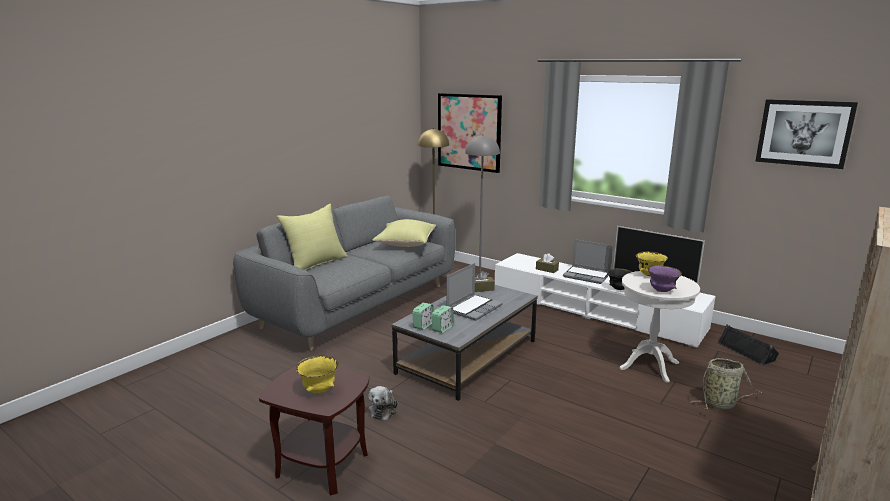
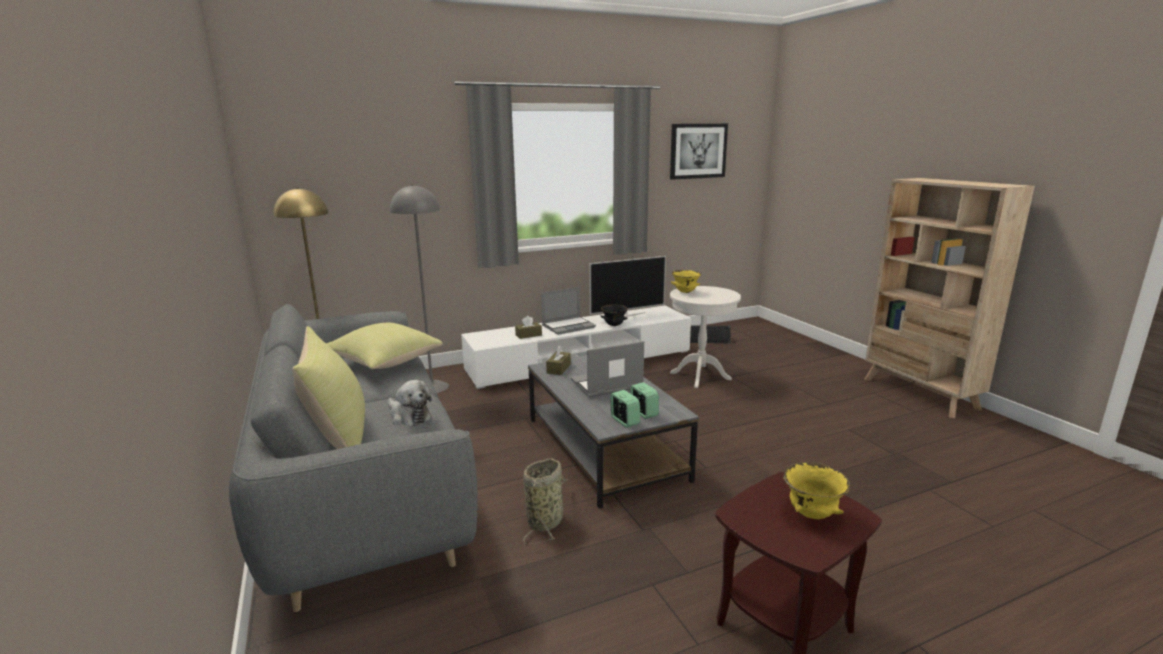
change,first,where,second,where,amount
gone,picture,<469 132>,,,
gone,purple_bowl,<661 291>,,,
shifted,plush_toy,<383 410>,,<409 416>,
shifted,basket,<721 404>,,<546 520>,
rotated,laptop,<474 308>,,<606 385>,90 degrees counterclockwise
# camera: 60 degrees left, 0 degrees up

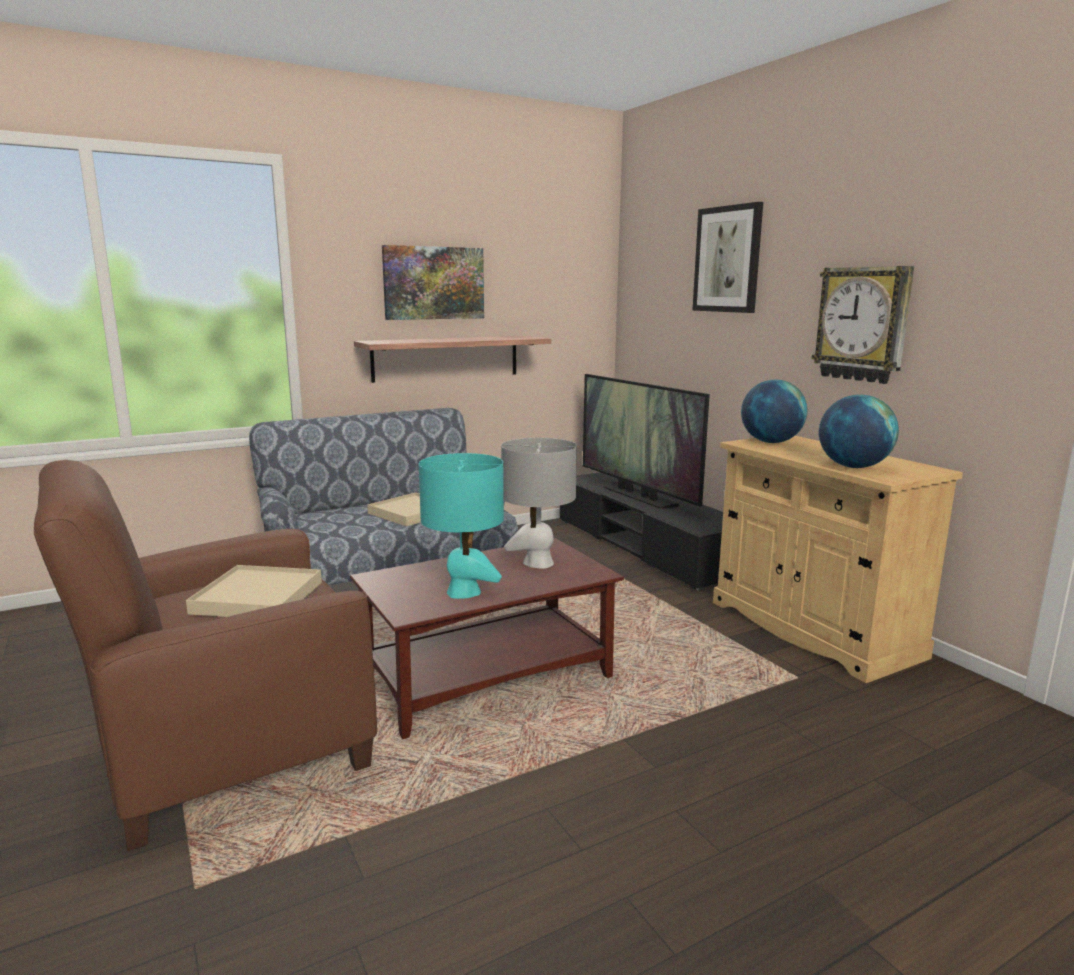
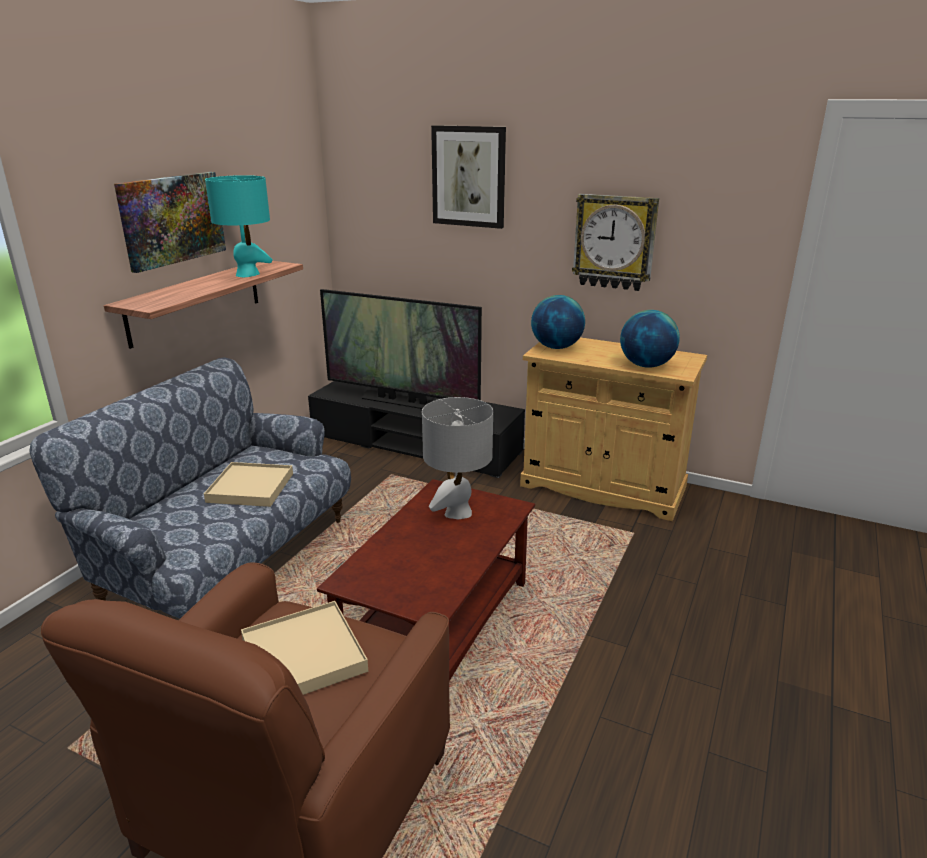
change,first,where,second,where,amount
shifted,turquoise_table_lamp,<464 592>,,<247 274>,
# camera: 35 degrees left, 10 degrees up

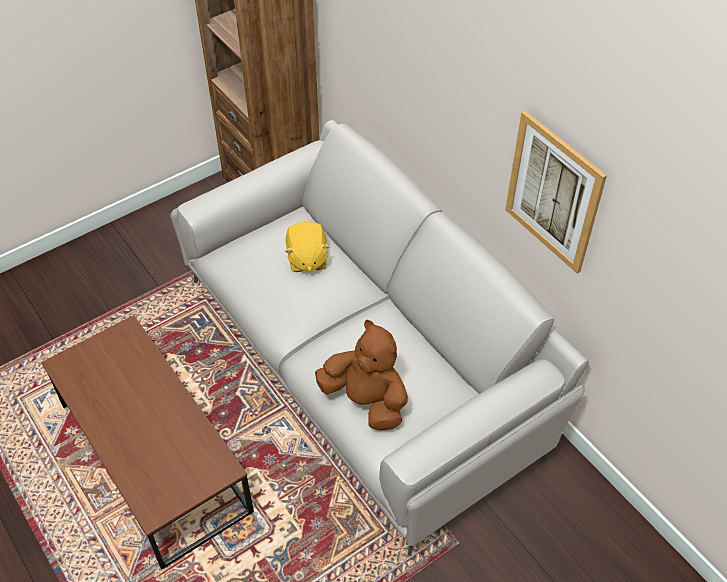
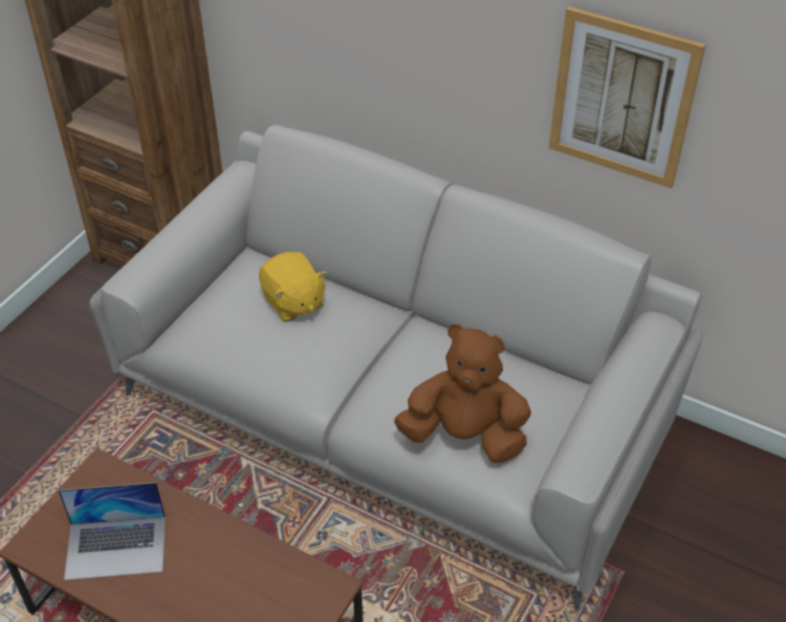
change,first,where,second,where,amount
new,,,laptop,<116 547>,
# camera: 25 degrees left, 5 degrees down

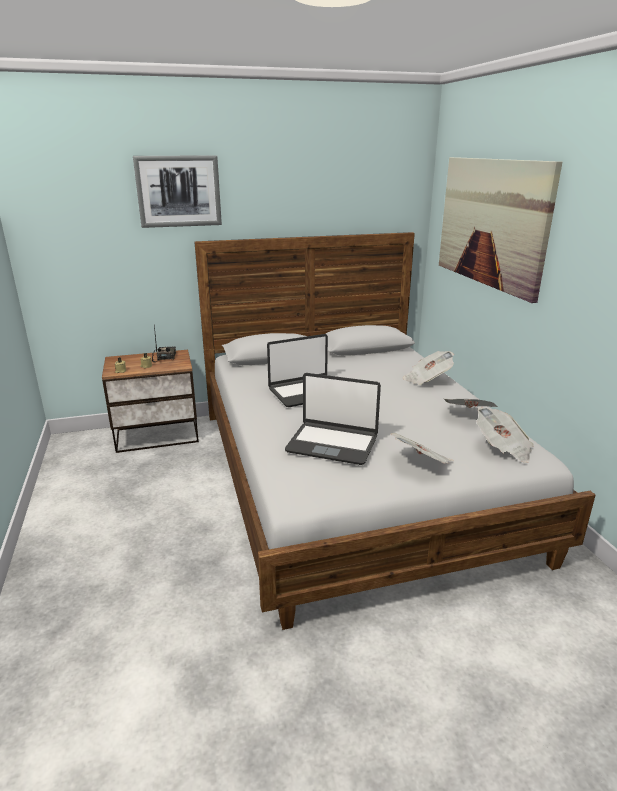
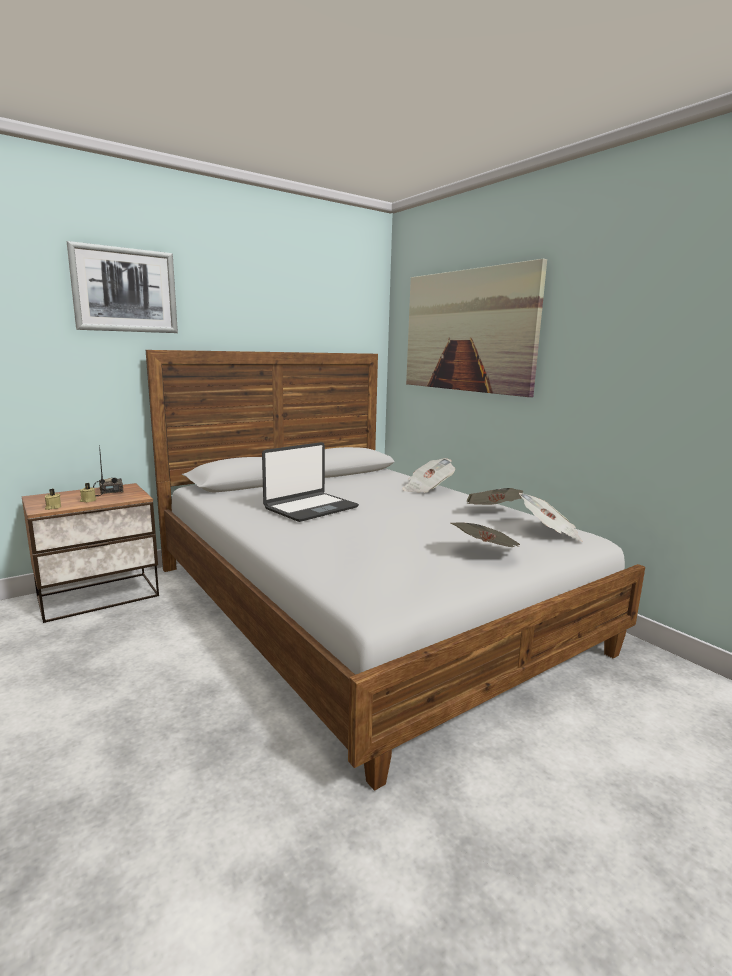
change,first,where,second,where,amount
gone,laptop,<332 444>,,,
# camera: 20 degrees left, 10 degrees down

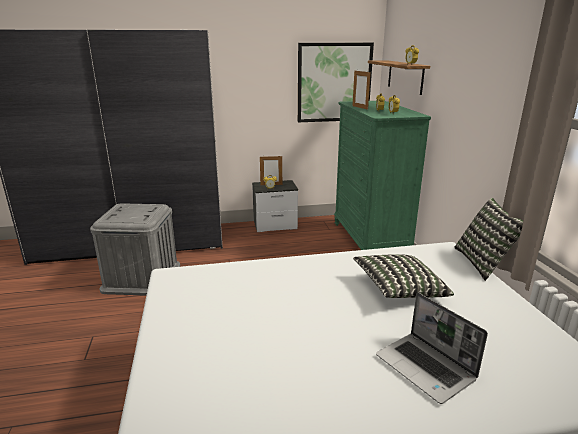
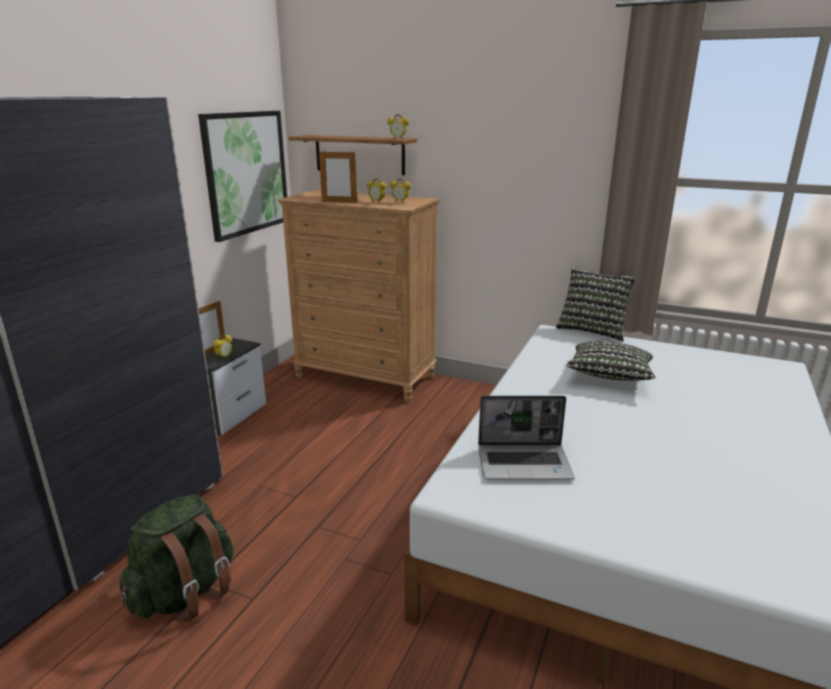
change,first,where,second,where,amount
shifted,laptop,<426 368>,,<525 463>,
swapped,grey_storage_box,<142 277>,green_backpack,<185 593>,
repainted,green_dresser,<369 241>,brown_dresser,<365 377>,
# camera: 55 degrees left, 0 degrees up

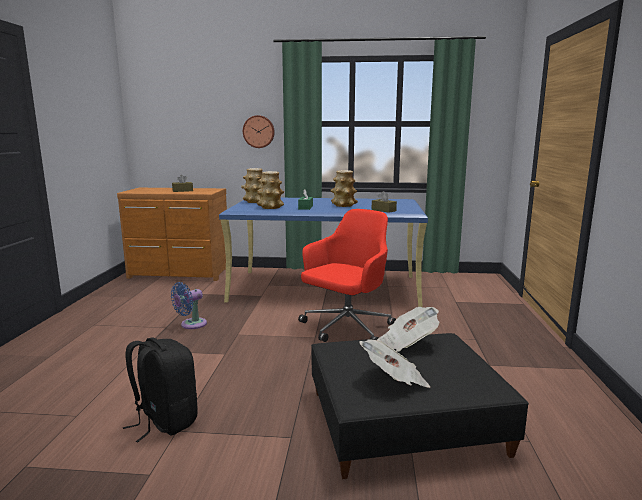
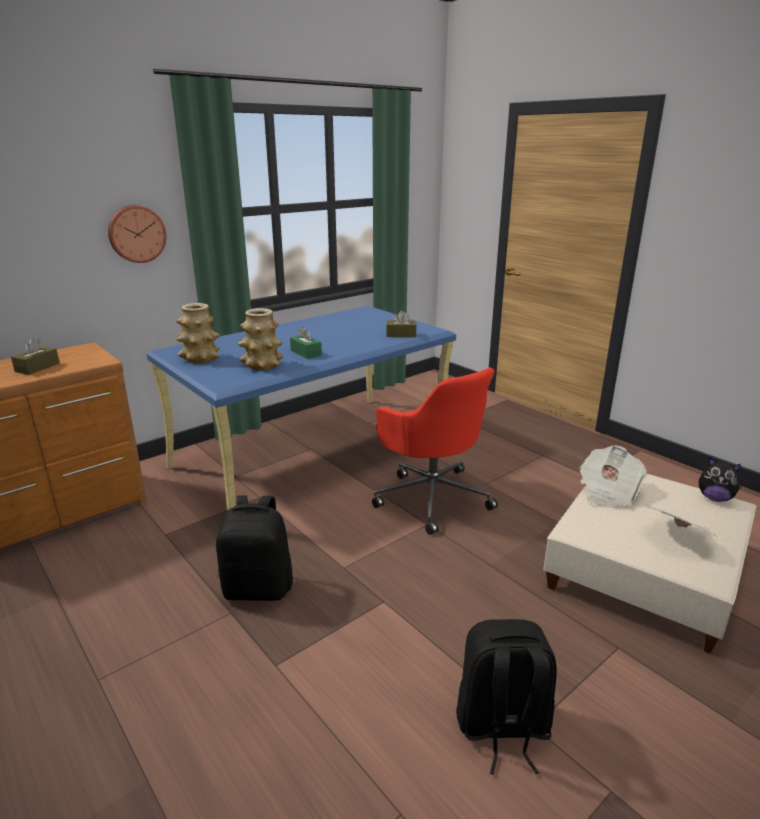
change,first,where,second,where,amount
gone,vase,<343 205>,,,
new,,,plush_toy,<714 498>,
swapped,blue_fan,<191 325>,black_backpack,<258 588>,
repainted,black_ottoman,<404 421>,beige_ottoman,<645 569>,
rotated,red_office_chair,<346 328>,,<431 496>,150 degrees clockwise
# camera: 45 degrees left, 10 degrees up

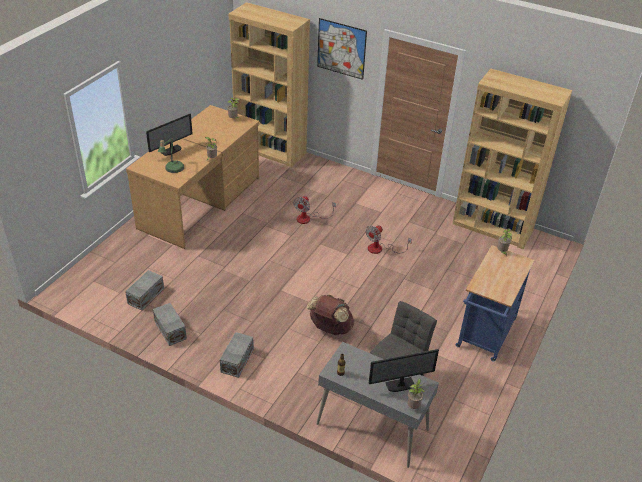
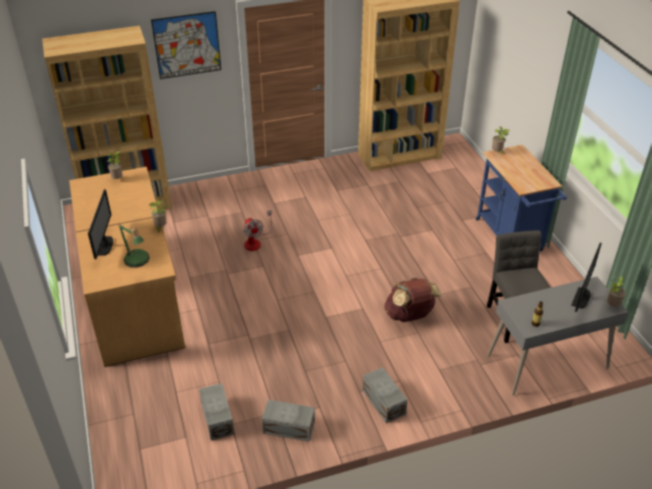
change,first,where,second,where,amount
gone,fan,<380 249>,,,
# camera: 45 degrees left, 0 degrees up

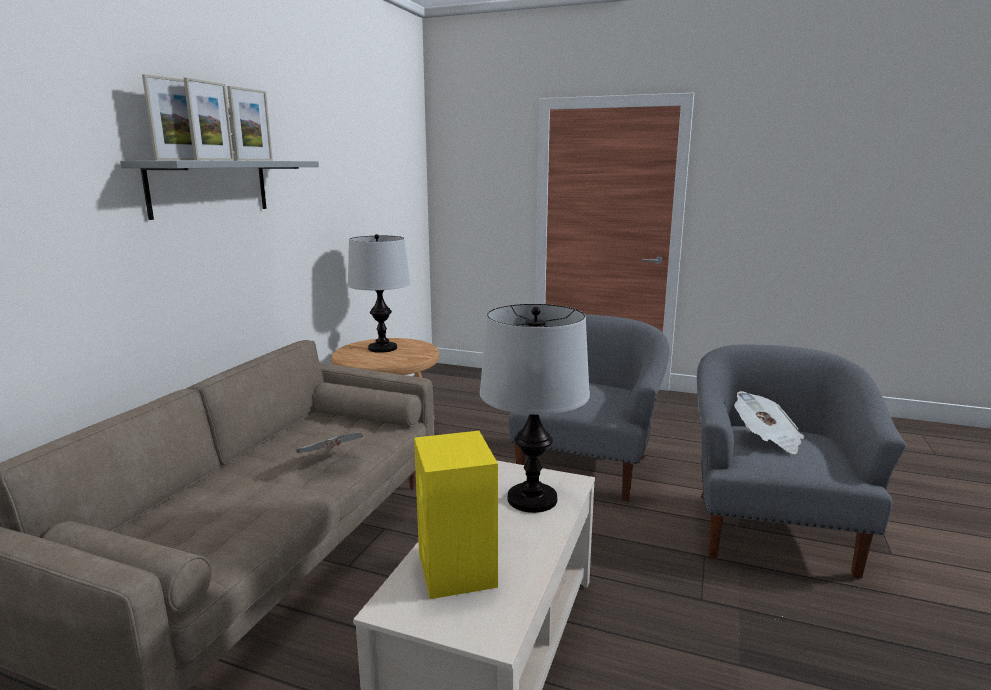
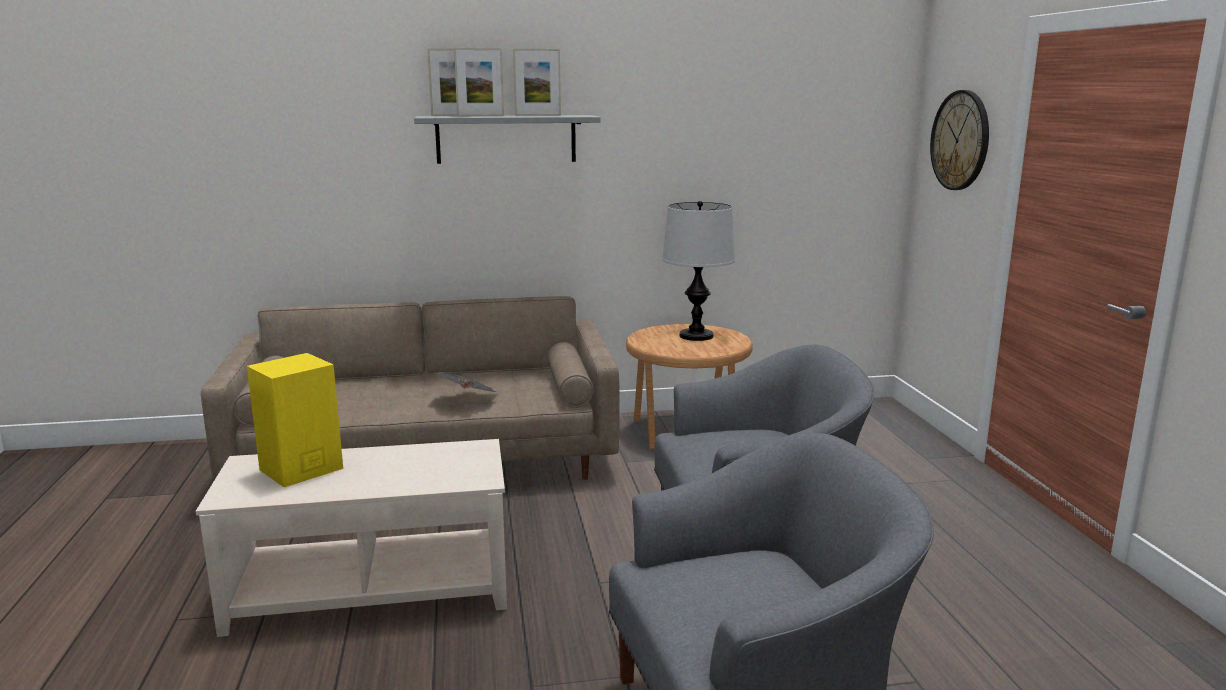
change,first,where,second,where,amount
gone,table_lamp,<531 499>,,,
gone,newspaper,<767 439>,,,
new,,,wall_clock,<960 140>,
# camera: 60 degrees right, 0 degrees up

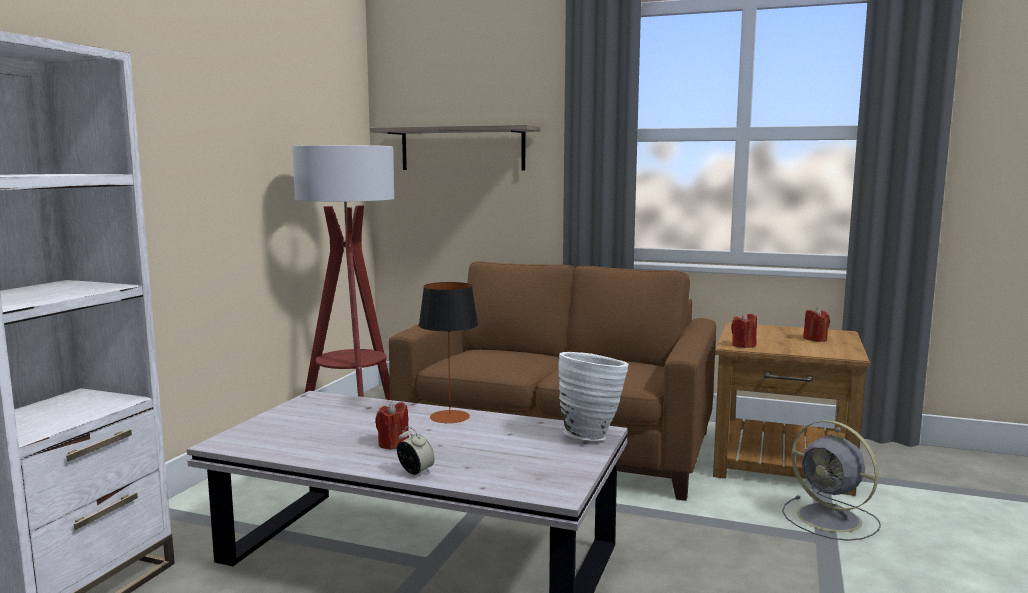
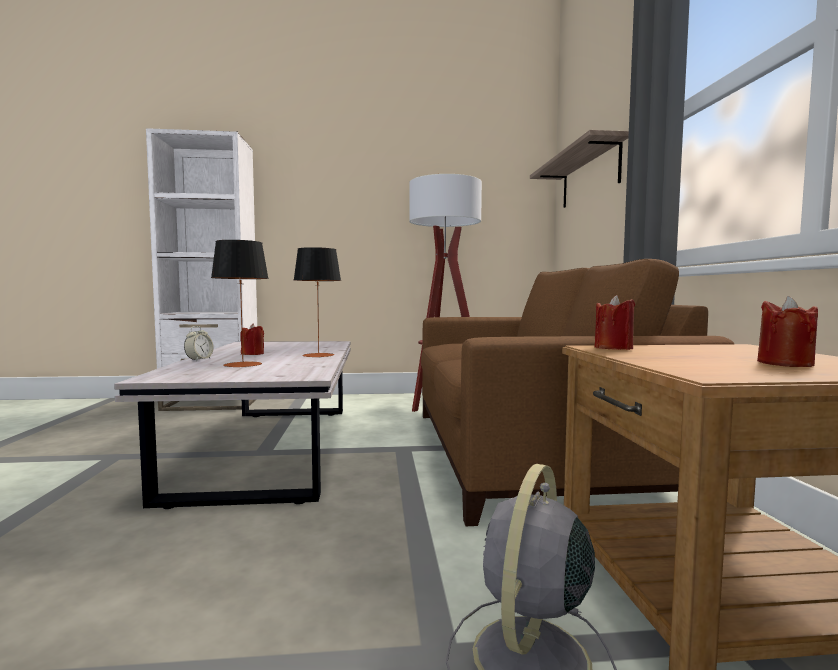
change,first,where,second,where,amount
gone,white_vase,<591 435>,,,
new,,,table_lamp,<243 364>,
# camera: 65 degrees right, 5 degrees down

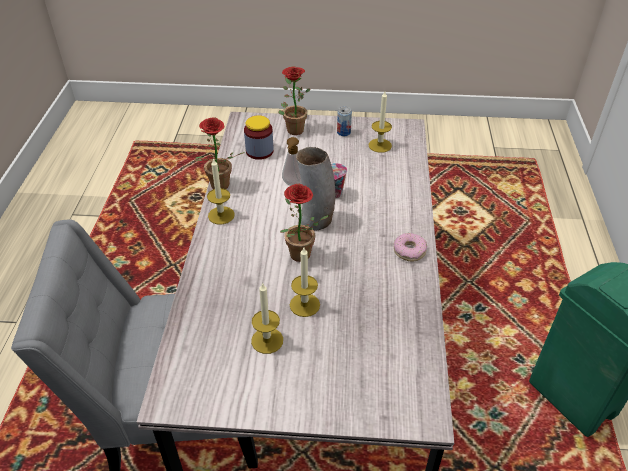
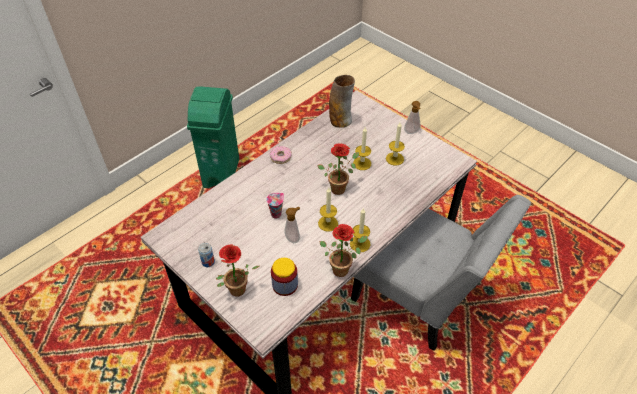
change,first,where,second,where,amount
new,,,soap_dispenser,<412 132>,
shifted,vase,<316 220>,,<340 120>,
shifted,candle,<380 145>,,<328 223>,
# camera: 140 degrees left, 5 degrees up

